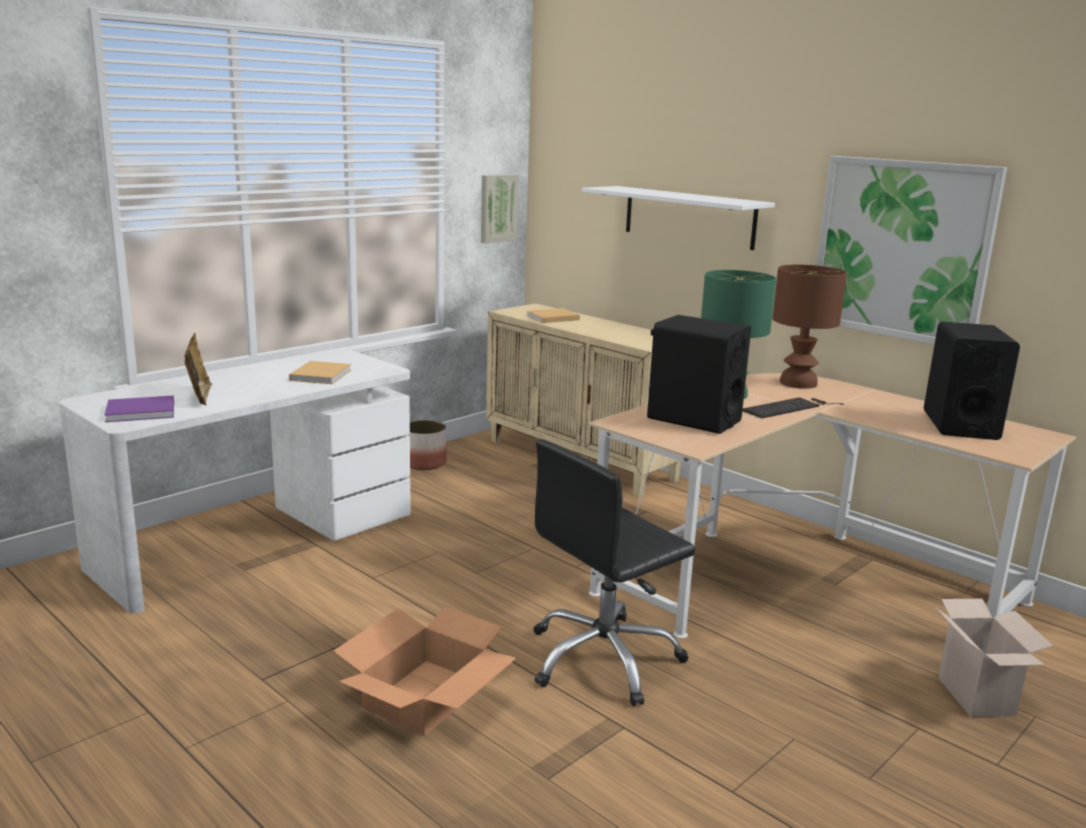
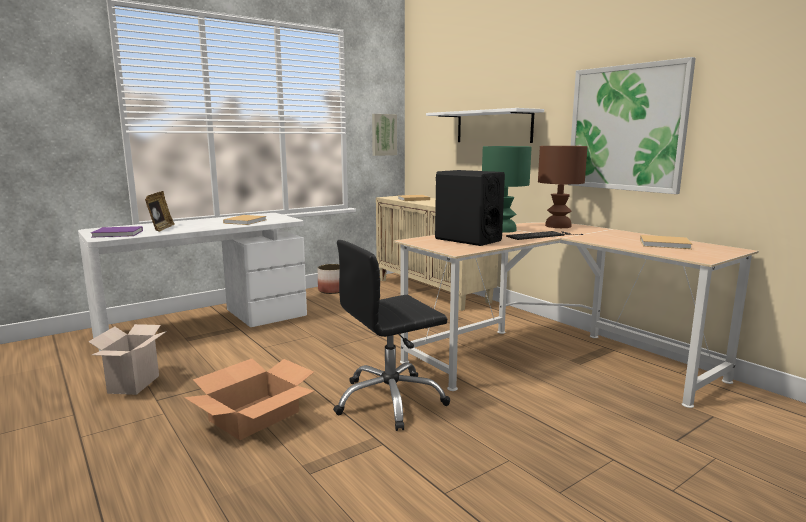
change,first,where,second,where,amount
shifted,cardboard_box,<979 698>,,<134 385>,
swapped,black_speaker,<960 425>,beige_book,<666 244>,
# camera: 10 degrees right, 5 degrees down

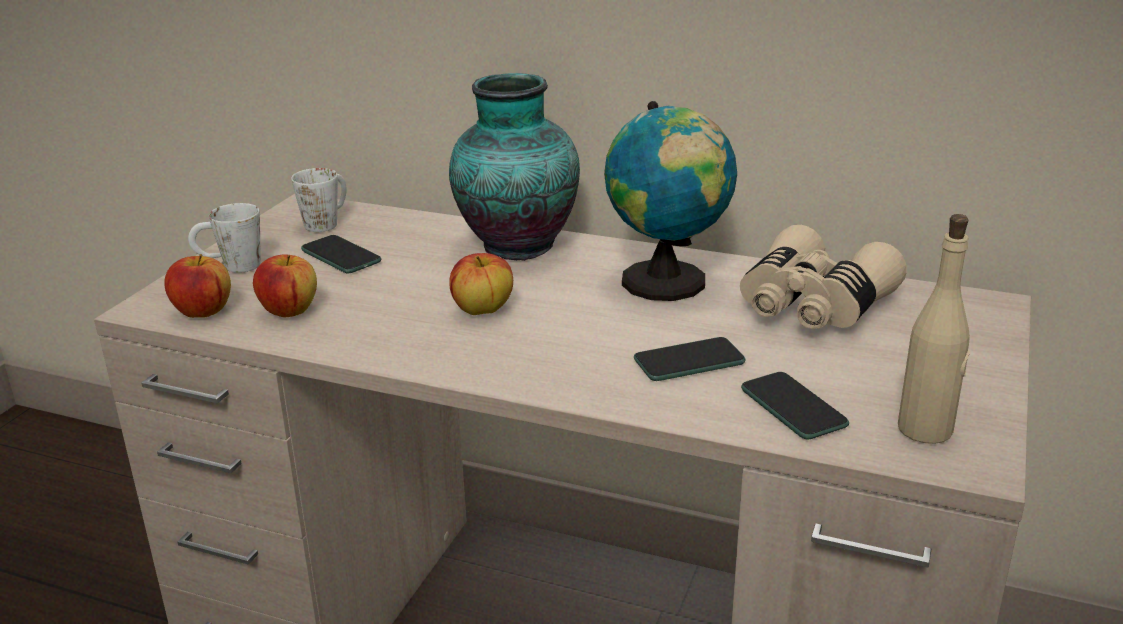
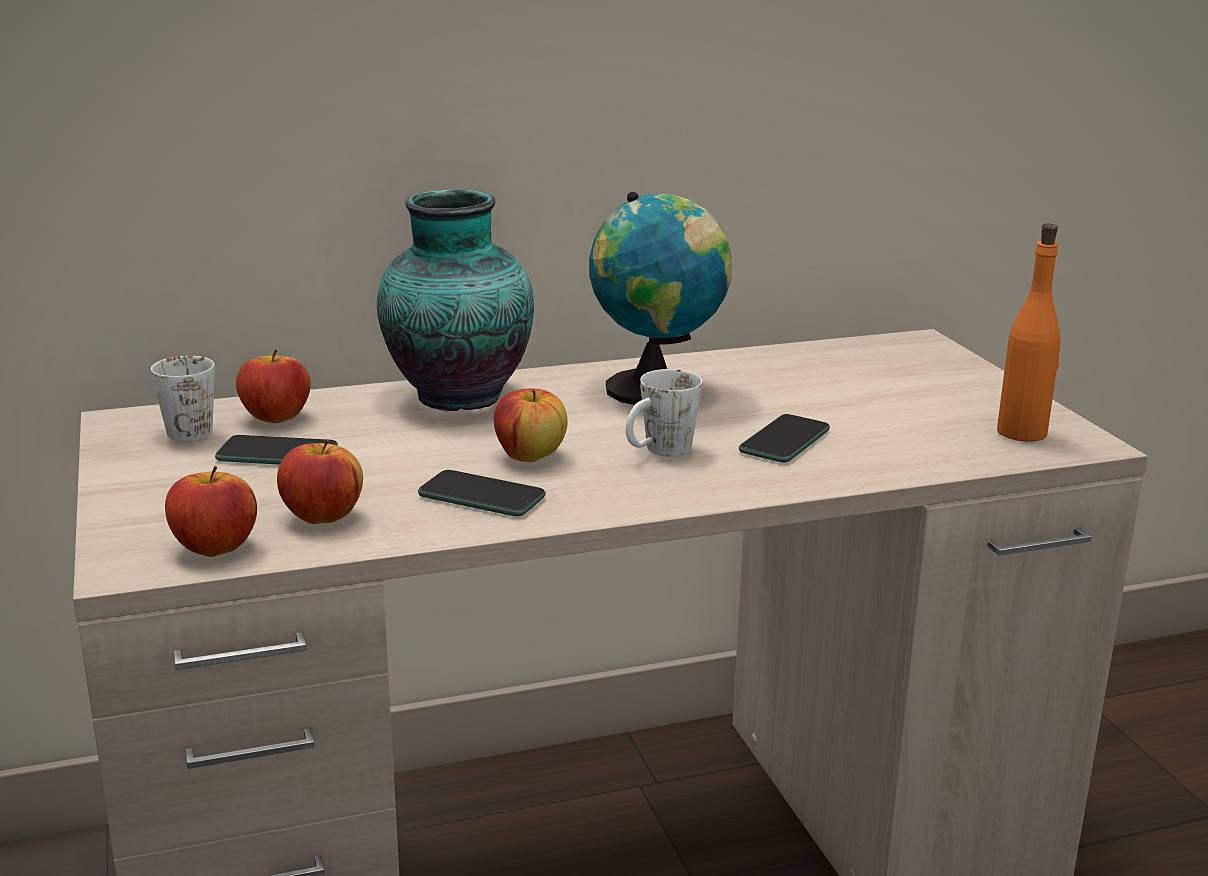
change,first,where,second,where,amount
gone,beige_binoculars,<812 306>,,,
new,,,apple,<275 417>,
shifted,white_mug,<230 266>,,<658 452>,
shifted,phone,<793 407>,,<481 496>,
repainted,beige_bottle,<926 429>,orange_bottle,<1022 432>,
# camera: 40 degrees left, 5 degrees down

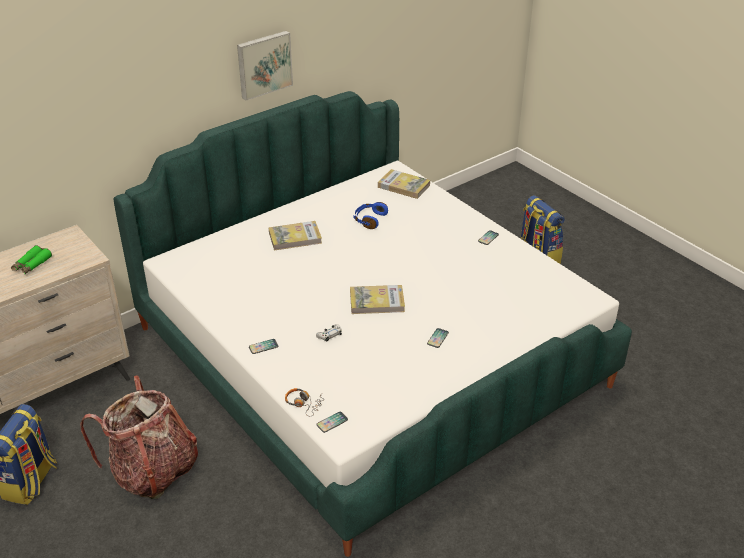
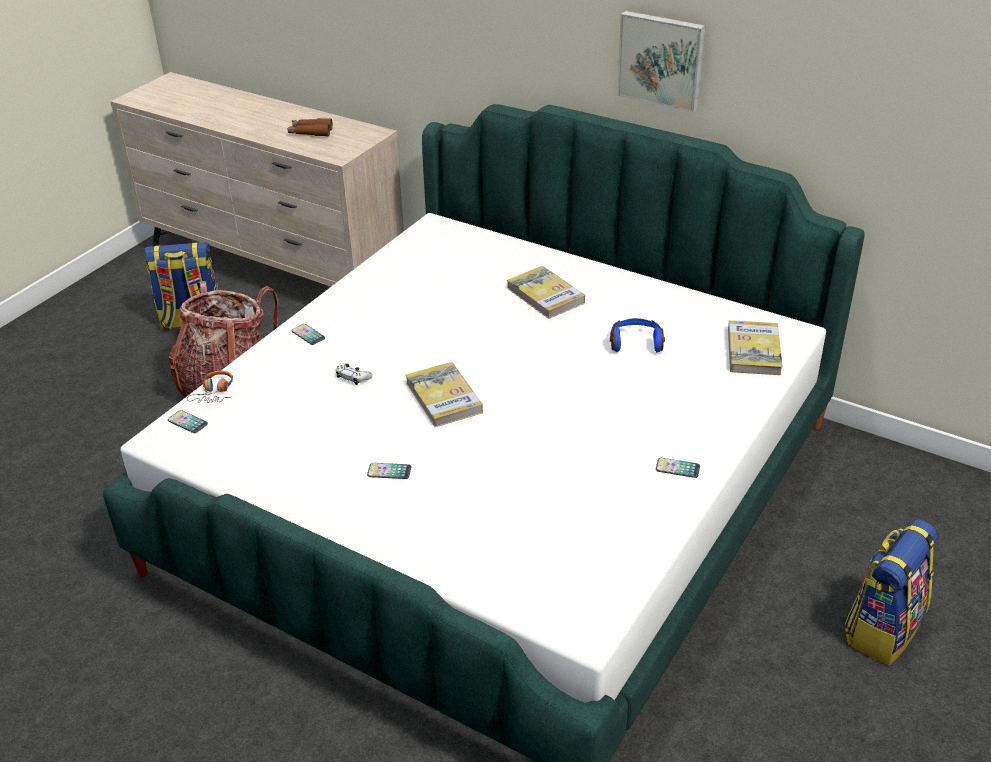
change,first,where,second,where,amount
repainted,green_binoculars,<32 265>,brown_binoculars,<310 132>,
# camera: 70 degrees right, 0 degrees up

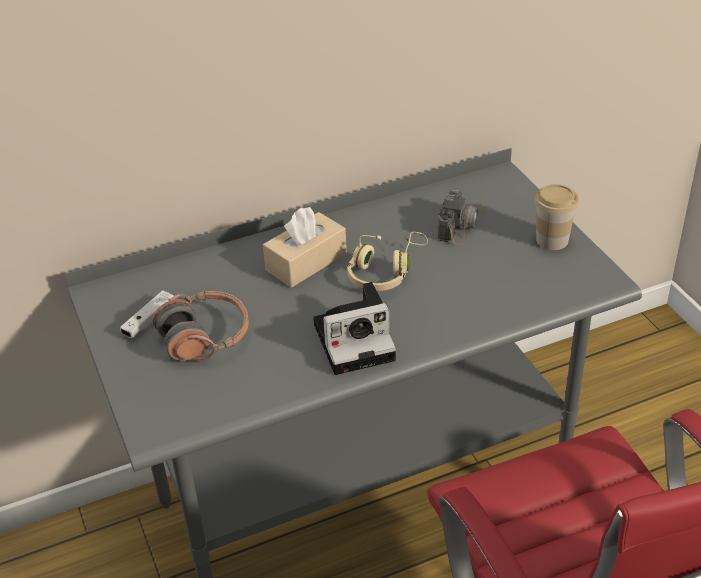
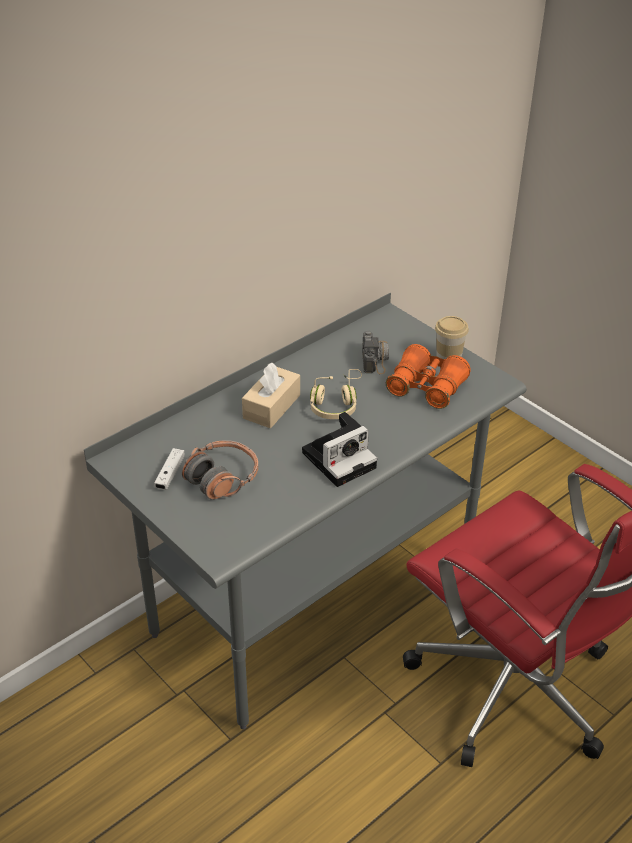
change,first,where,second,where,amount
new,,,orange_binoculars,<426 387>,
# camera: 20 degrees left, 0 degrees up

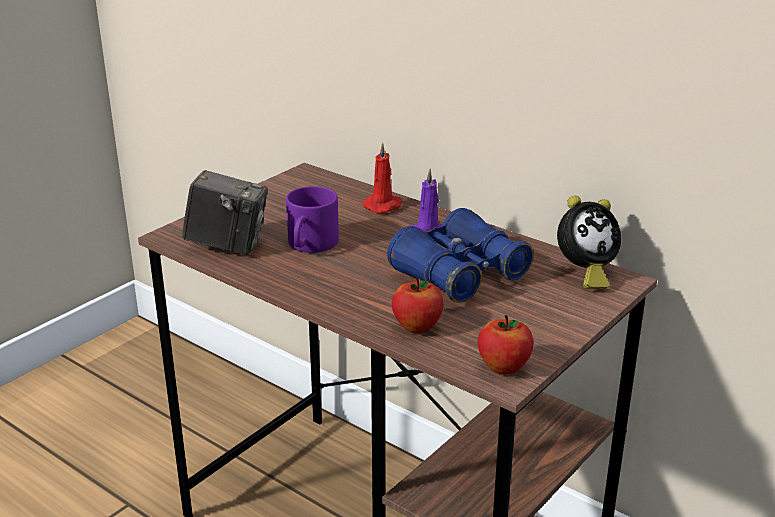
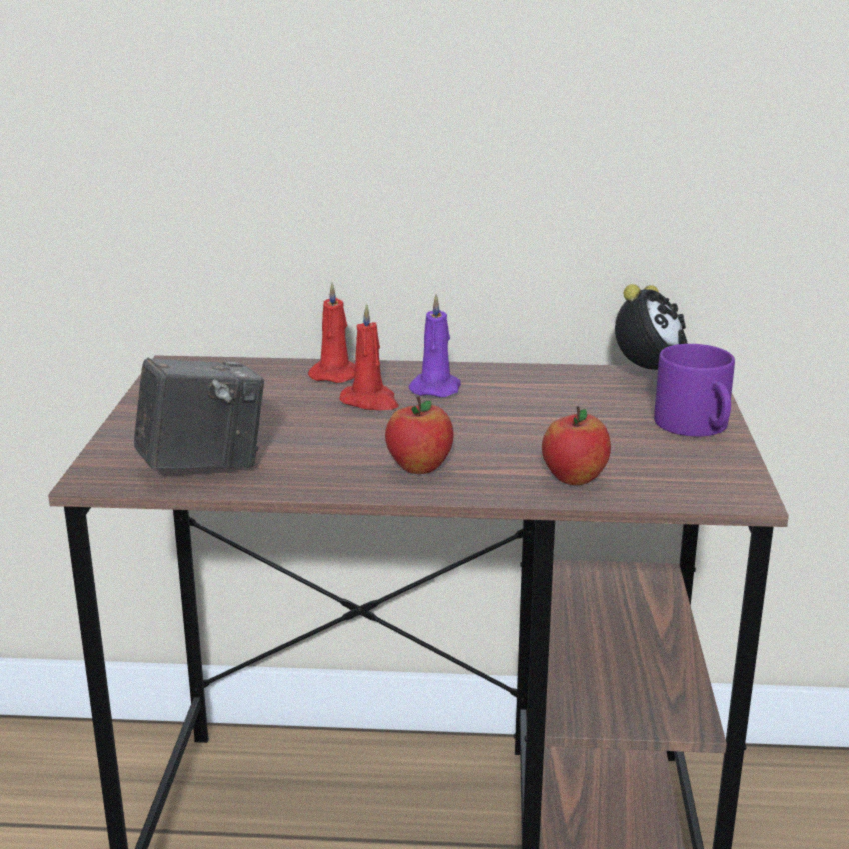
change,first,where,second,where,amount
gone,blue_binoculars,<459 275>,,,
new,,,red_candle,<370 402>,
shifted,purple_mug,<311 245>,,<699 427>,
shifted,apple,<503 368>,,<419 468>,
# camera: 35 degrees left, 5 degrees down

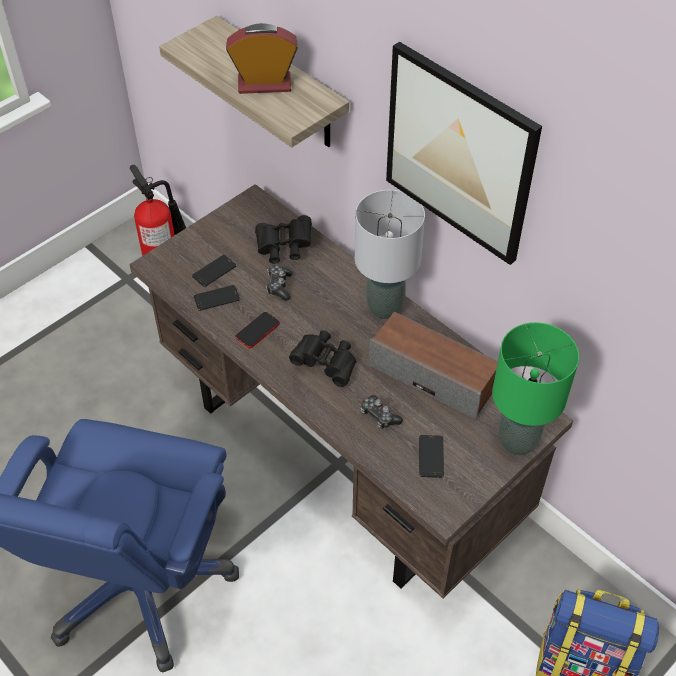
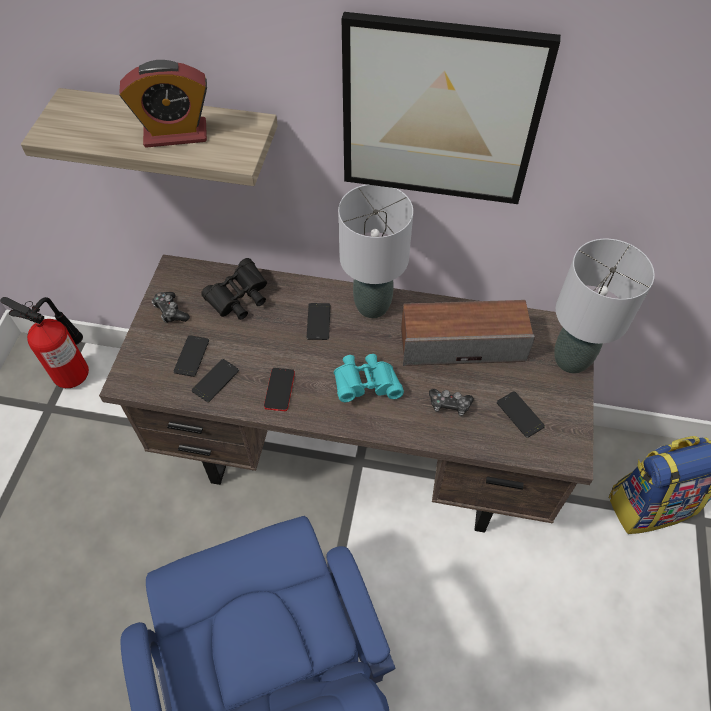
change,first,where,second,where,amount
new,,,phone,<318 321>,
shifted,game_controller,<279 286>,,<171 311>,
repainted,black_binoculars,<326 364>,turquoise_binoculars,<366 385>,
repainted,green_table_lamp,<518 440>,grey_table_lamp,<571 359>,
rotated,alarm_clock,<264 84>,,<175 134>,150 degrees counterclockwise
# camera: 35 degrees left, 5 degrees up

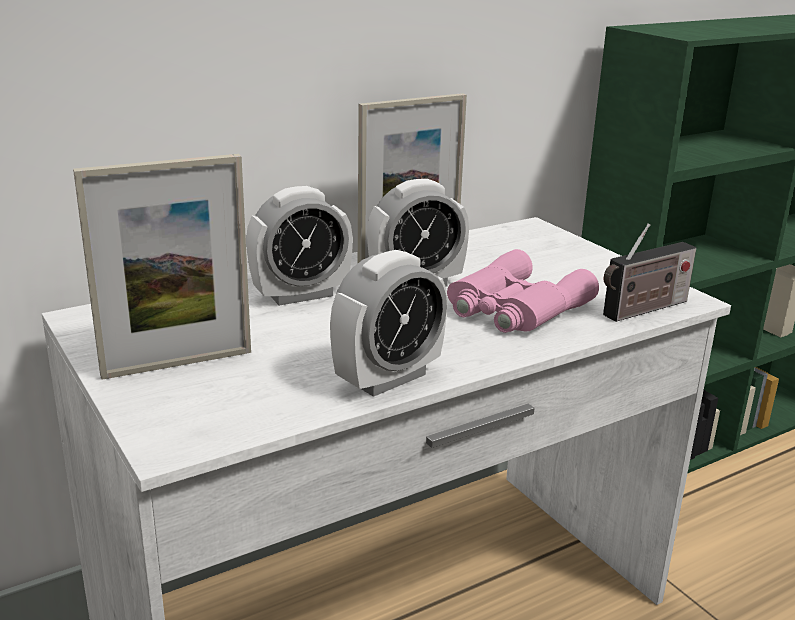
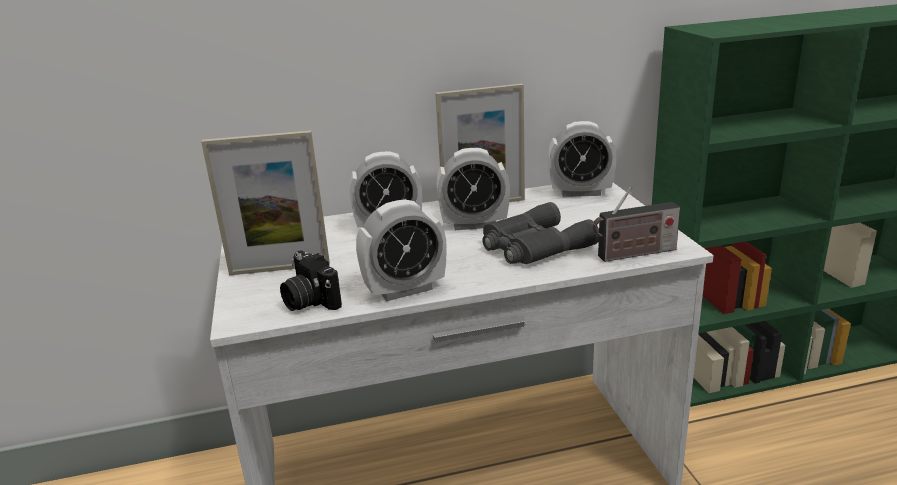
change,first,where,second,where,amount
new,,,photo_camera,<309 301>,
new,,,alarm_clock,<580 192>,
repainted,pink_binoculars,<514 307>,grey_binoculars,<533 246>,
# camera: 20 degrees right, 0 degrees up

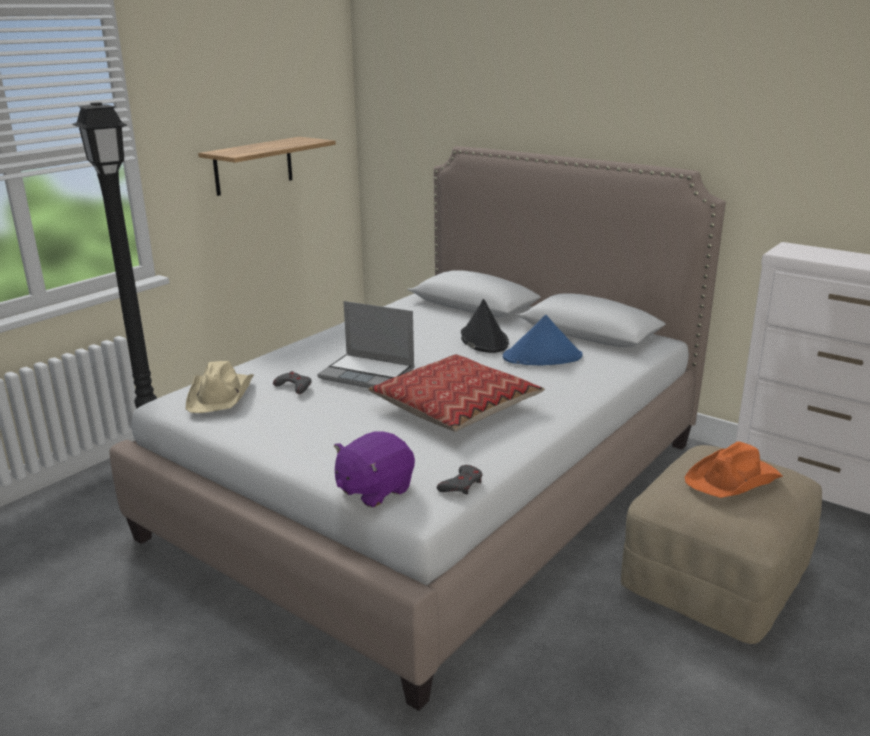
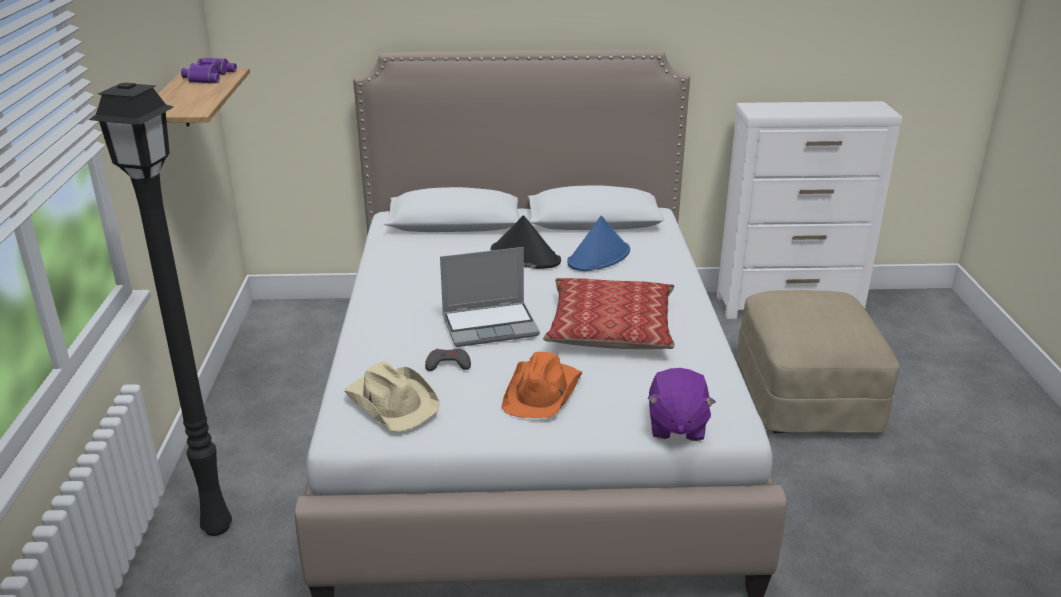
change,first,where,second,where,amount
gone,grey_game_controller,<461 484>,,,
new,,,purple_binoculars,<207 76>,
shifted,orange_hat,<734 479>,,<543 392>,
# camera: 40 degrees left, 5 degrees up

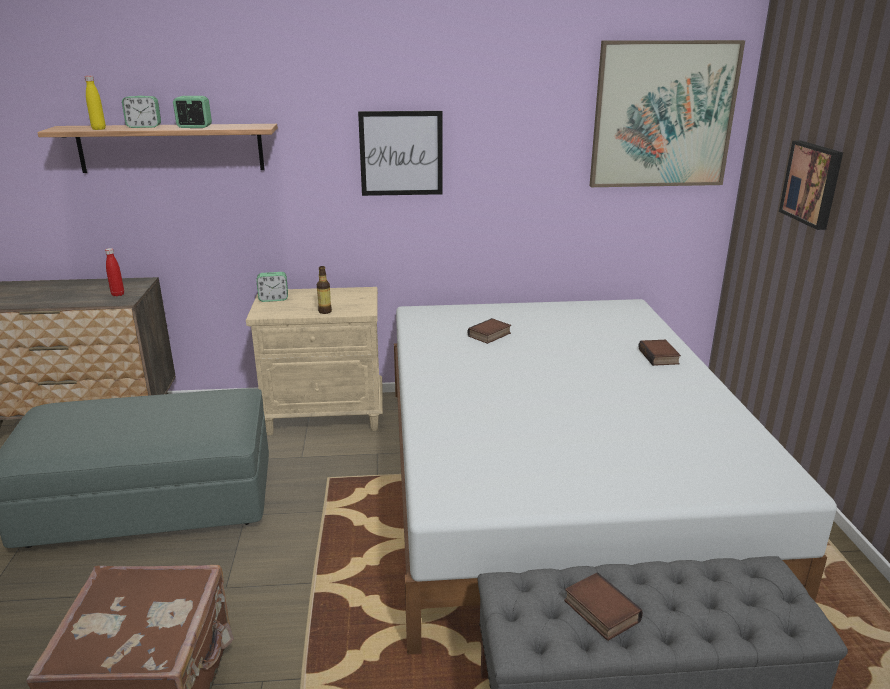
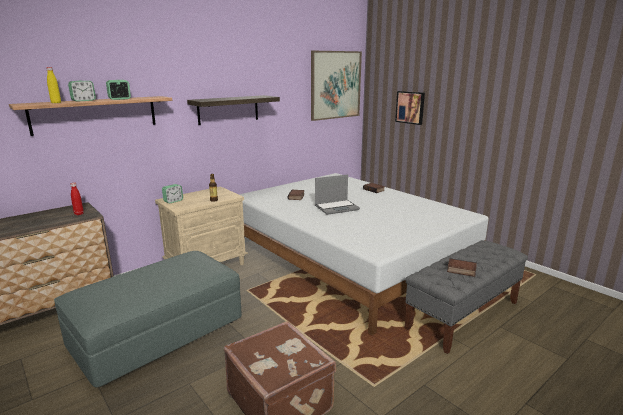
change,first,where,second,where,amount
new,,,laptop,<337 208>,
swapped,picture,<401 153>,shelf,<228 109>,
# camera: 35 degrees left, 5 degrees down

